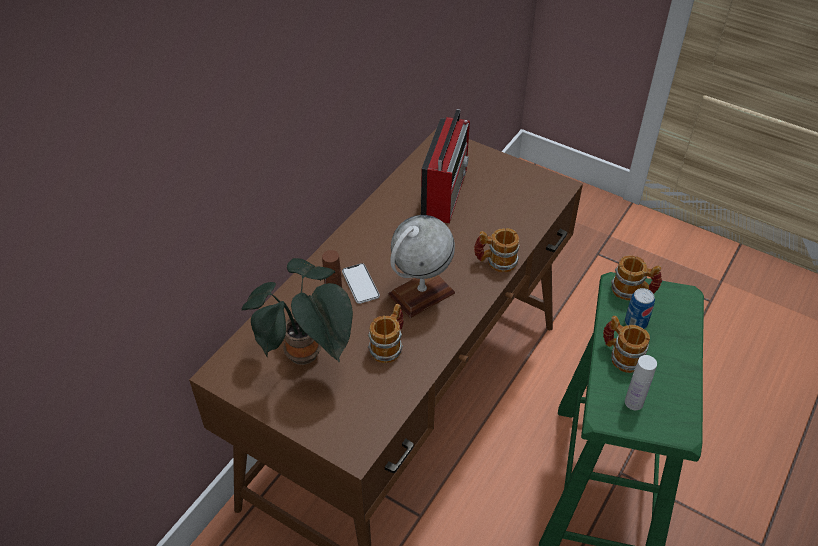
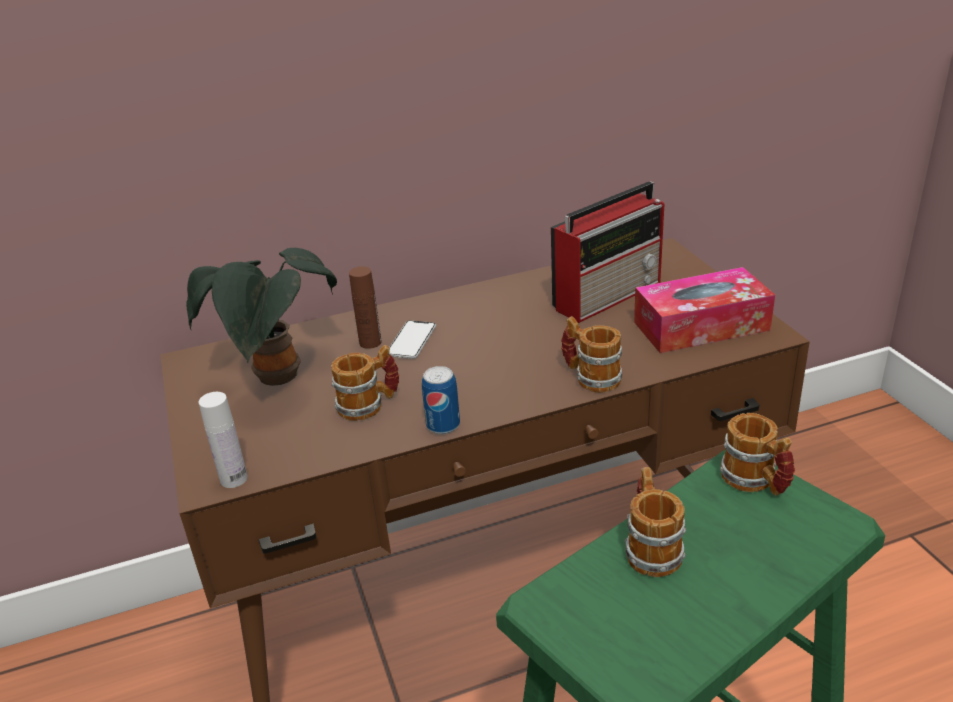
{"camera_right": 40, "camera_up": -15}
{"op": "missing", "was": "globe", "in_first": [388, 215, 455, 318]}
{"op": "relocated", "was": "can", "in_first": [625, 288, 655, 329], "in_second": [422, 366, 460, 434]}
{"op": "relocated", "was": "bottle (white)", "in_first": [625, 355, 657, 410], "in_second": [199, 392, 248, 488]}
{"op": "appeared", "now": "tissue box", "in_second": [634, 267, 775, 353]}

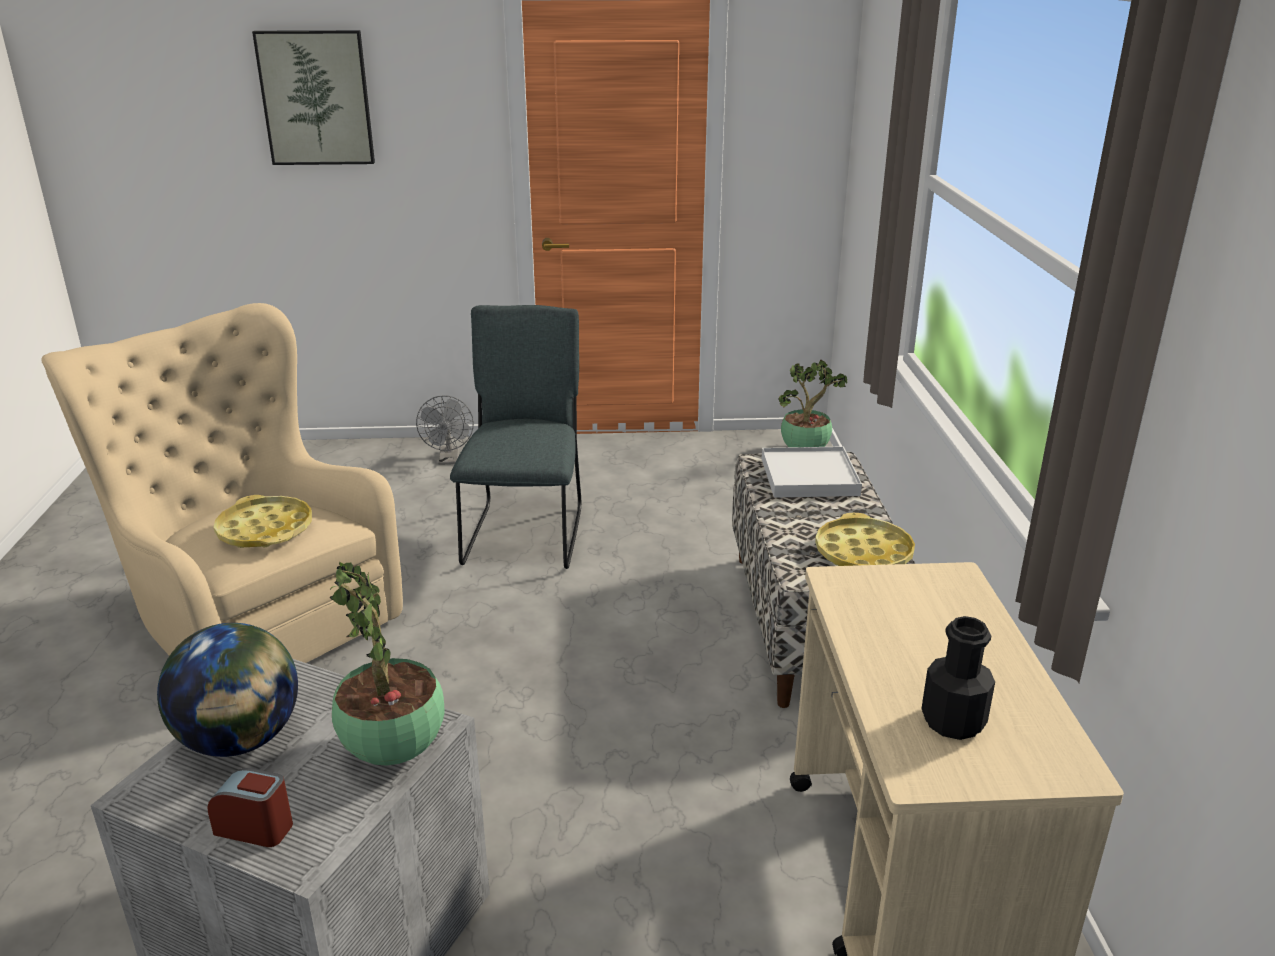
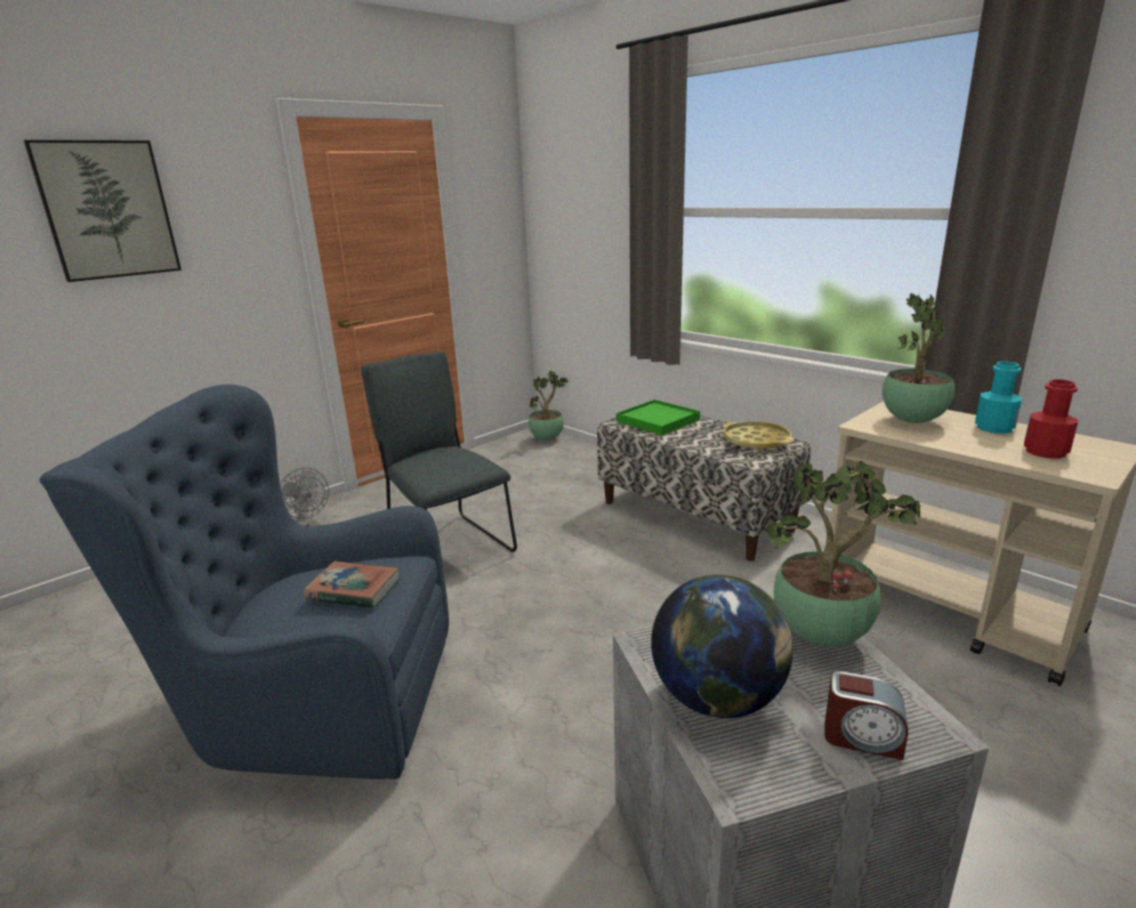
{"camera_right": -40, "camera_up": -5}
{"op": "colour", "was": "armchair (beige)", "now": "armchair (blue)", "in_first": [41, 303, 403, 663], "in_second": [39, 384, 449, 779]}
{"op": "spun", "was": "alarm clock", "in_first": [207, 768, 293, 847], "in_second": [825, 671, 908, 760], "clockwise": -135}
{"op": "exchanged", "was": "tray (yellow)", "now": "book", "in_first": [214, 495, 312, 548], "in_second": [304, 561, 400, 608]}
{"op": "colour", "was": "tray (white)", "now": "tray (green)", "in_first": [762, 447, 862, 498], "in_second": [616, 400, 700, 435]}
{"op": "colour", "was": "bottle (black)", "now": "bottle (red)", "in_first": [921, 616, 995, 740], "in_second": [1024, 379, 1078, 459]}
{"op": "appeared", "now": "potted plant", "in_second": [882, 293, 955, 423]}
{"op": "appeared", "now": "bottle (turquoise)", "in_second": [975, 361, 1022, 434]}

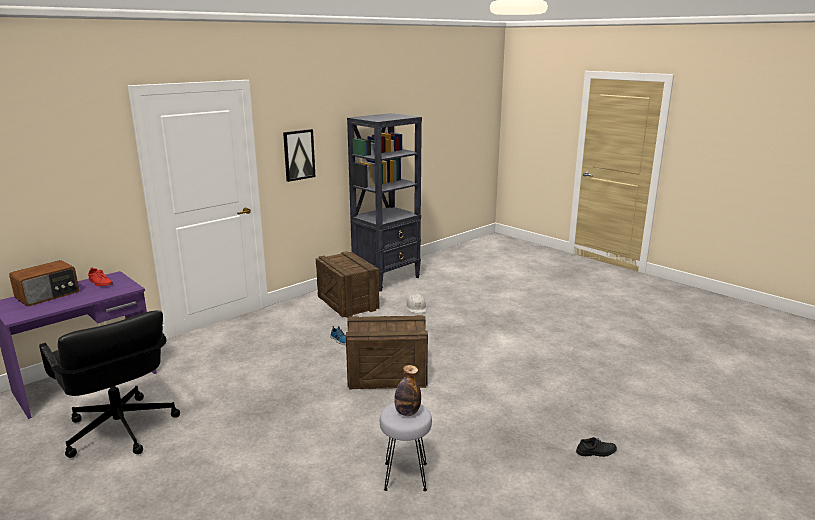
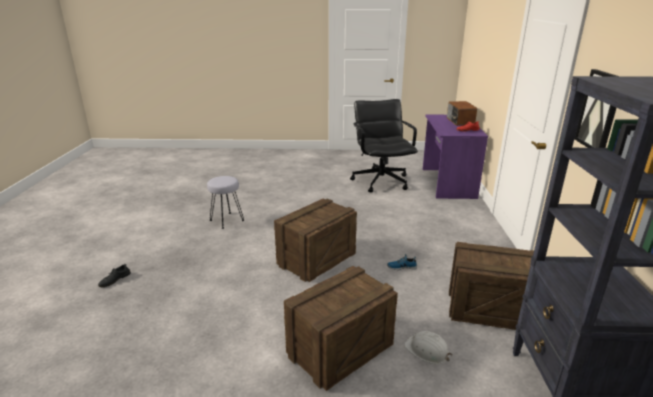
{"camera_right": 135, "camera_up": 5}
{"op": "spun", "was": "office chair (black)", "in_first": [39, 310, 180, 458], "in_second": [350, 99, 418, 193], "clockwise": 75}
{"op": "missing", "was": "bottle", "in_first": [394, 365, 421, 416]}
{"op": "appeared", "now": "crate", "in_second": [284, 266, 398, 391]}

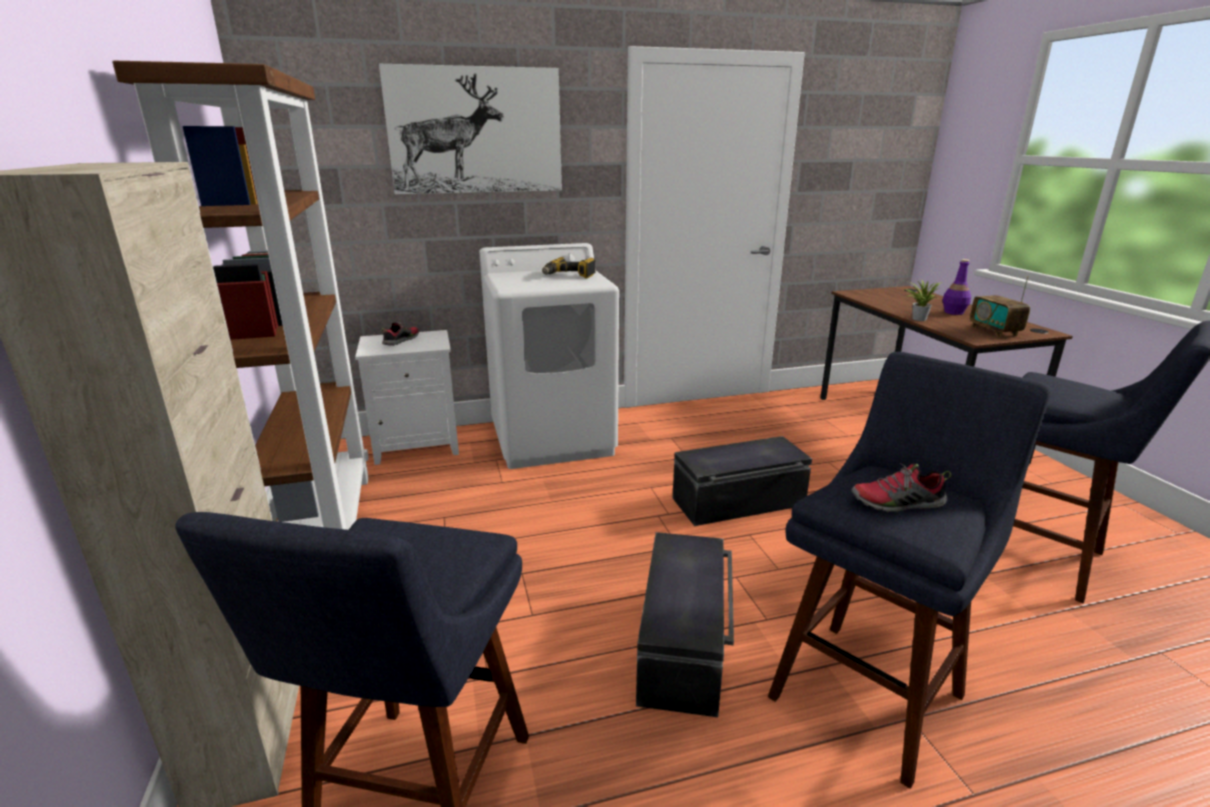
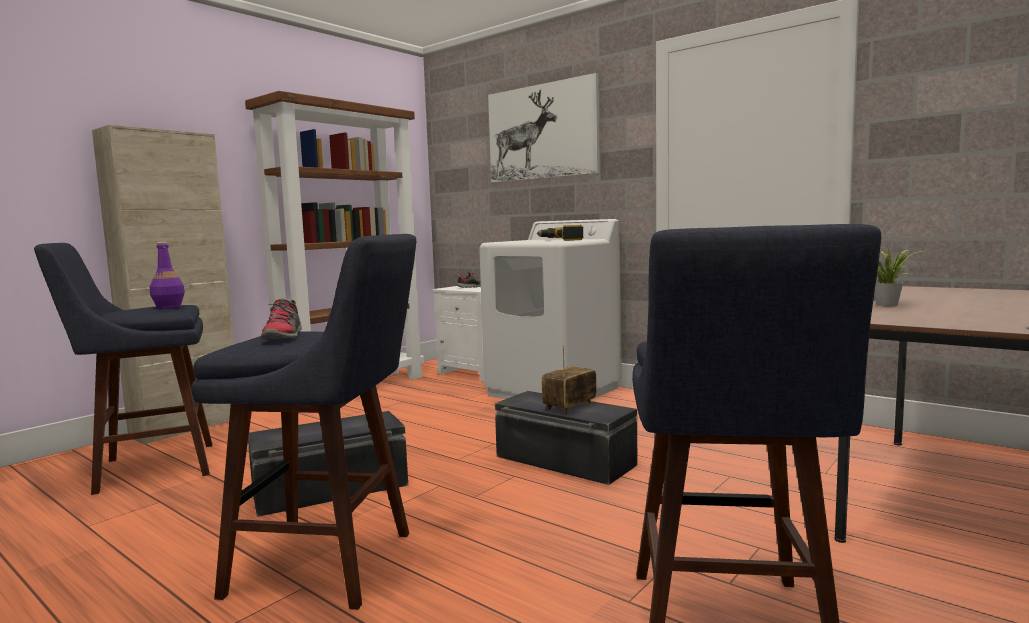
{"camera_right": 55, "camera_up": -15}
{"op": "spun", "was": "shoe", "in_first": [851, 463, 951, 512], "in_second": [261, 298, 302, 339], "clockwise": -150}
{"op": "relocated", "was": "bottle (purple)", "in_first": [942, 259, 971, 315], "in_second": [150, 242, 185, 309]}
{"op": "relocated", "was": "radio", "in_first": [970, 276, 1030, 338], "in_second": [542, 345, 597, 414]}

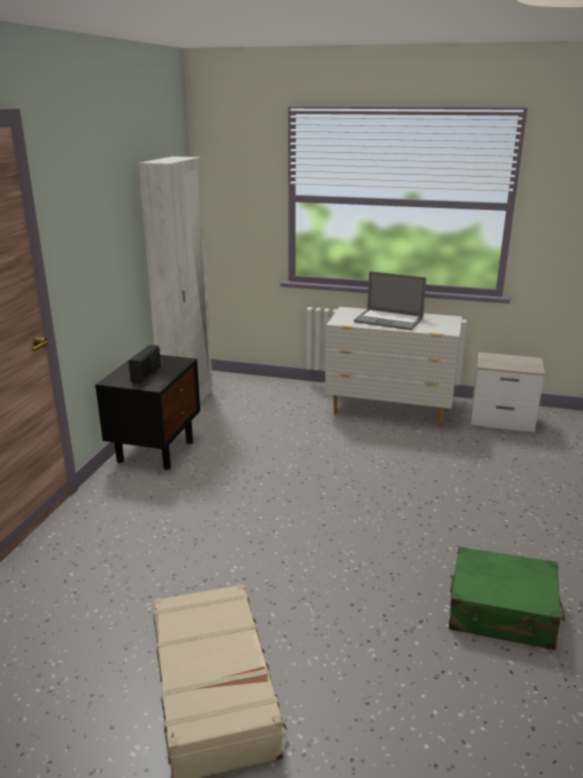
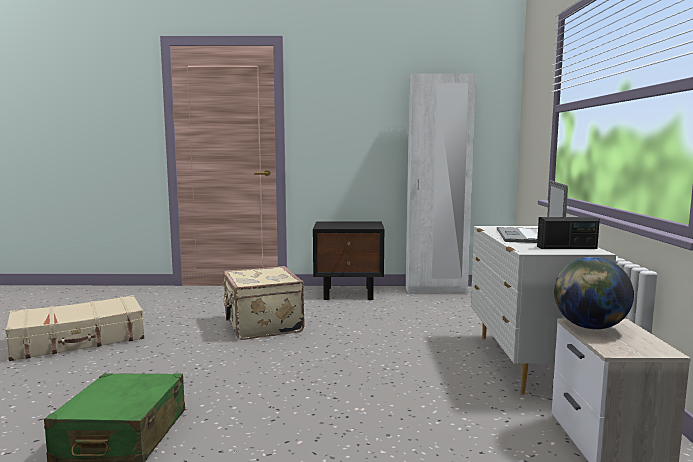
{"camera_right": 75, "camera_up": -15}
{"op": "relocated", "was": "radio", "in_first": [129, 345, 161, 384], "in_second": [537, 217, 600, 249]}
{"op": "appeared", "now": "suitcase (beige)", "in_second": [222, 266, 305, 340]}
{"op": "appeared", "now": "globe", "in_second": [554, 257, 634, 330]}

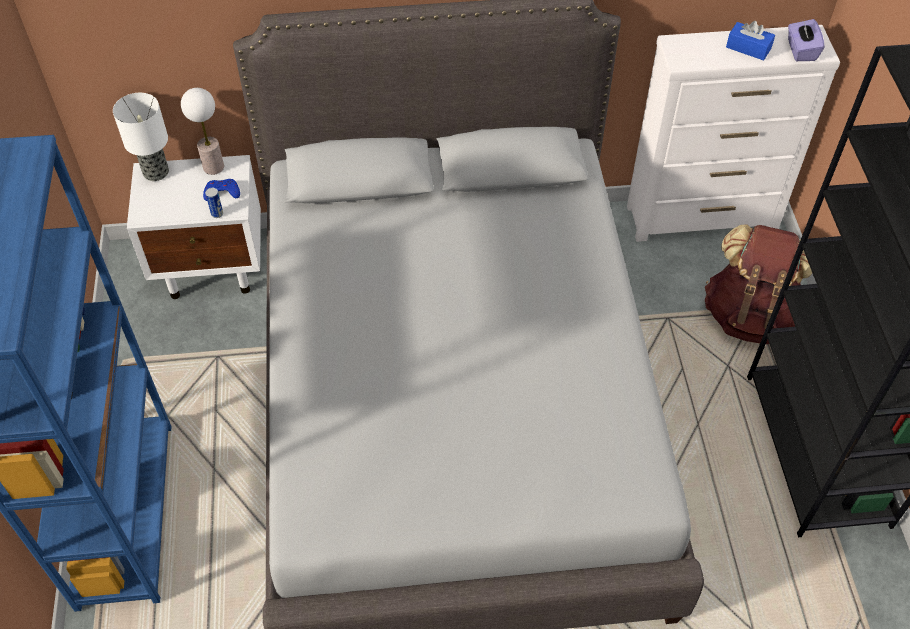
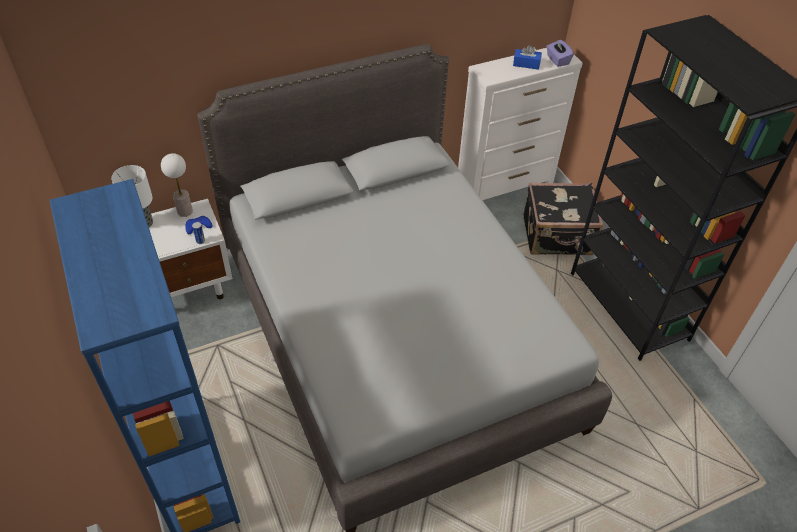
{"camera_right": -20, "camera_up": -5}
{"op": "exchanged", "was": "backpack (brown)", "now": "suitcase (black)", "in_first": [705, 224, 812, 344], "in_second": [523, 183, 603, 255]}

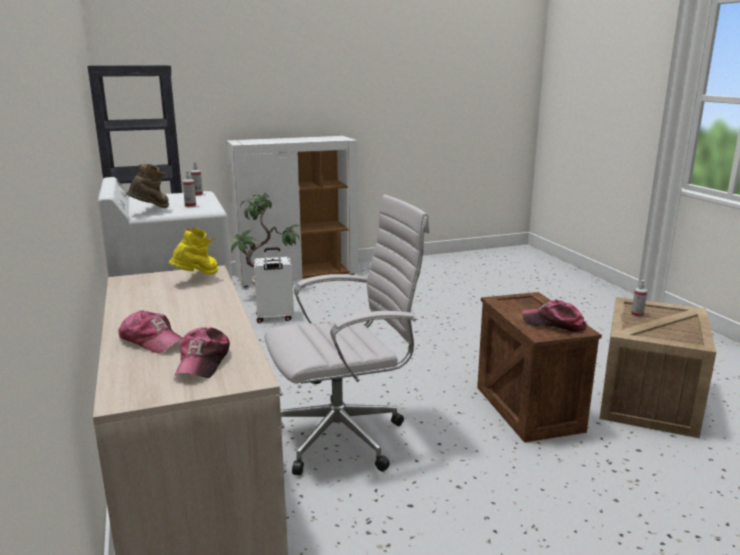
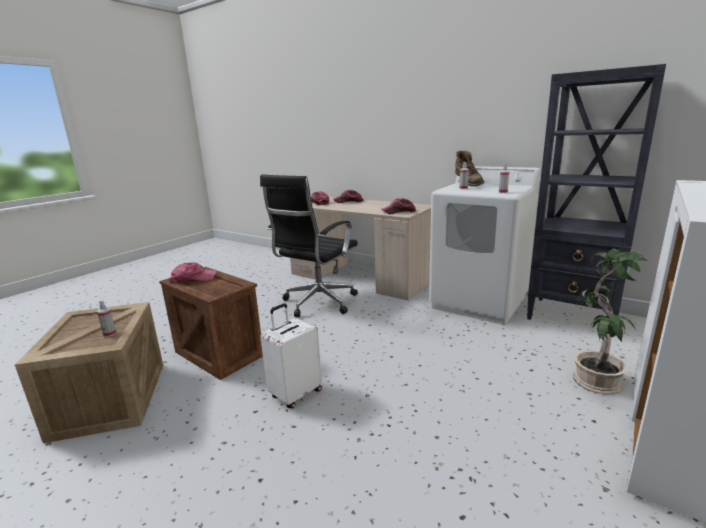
{"camera_right": 145, "camera_up": 0}
{"op": "exchanged", "was": "boot (yellow)", "now": "cap", "in_first": [169, 227, 218, 275], "in_second": [381, 198, 416, 214]}
{"op": "relocated", "was": "suitcase (white)", "in_first": [254, 247, 294, 323], "in_second": [260, 303, 322, 408]}
{"op": "colour", "was": "office chair (white)", "now": "office chair (black)", "in_first": [264, 195, 429, 475], "in_second": [260, 174, 358, 317]}

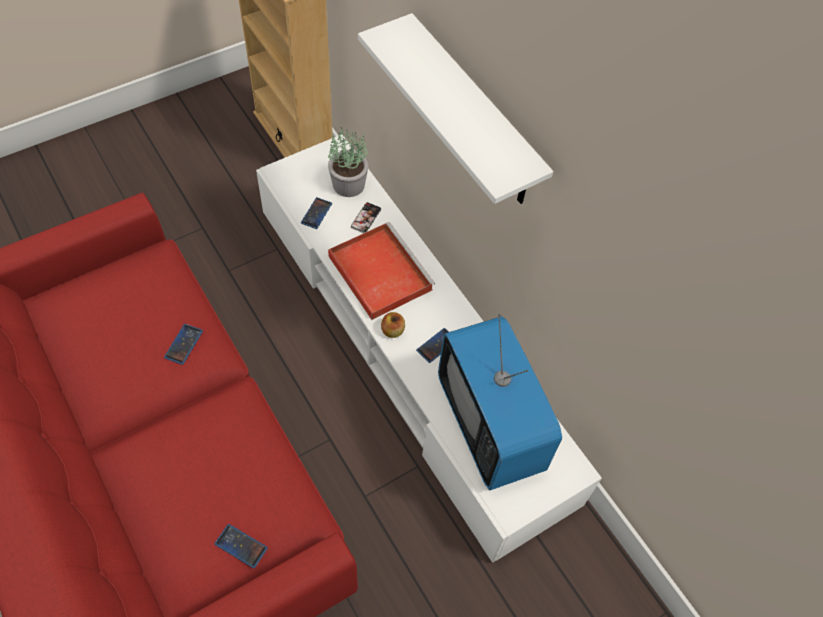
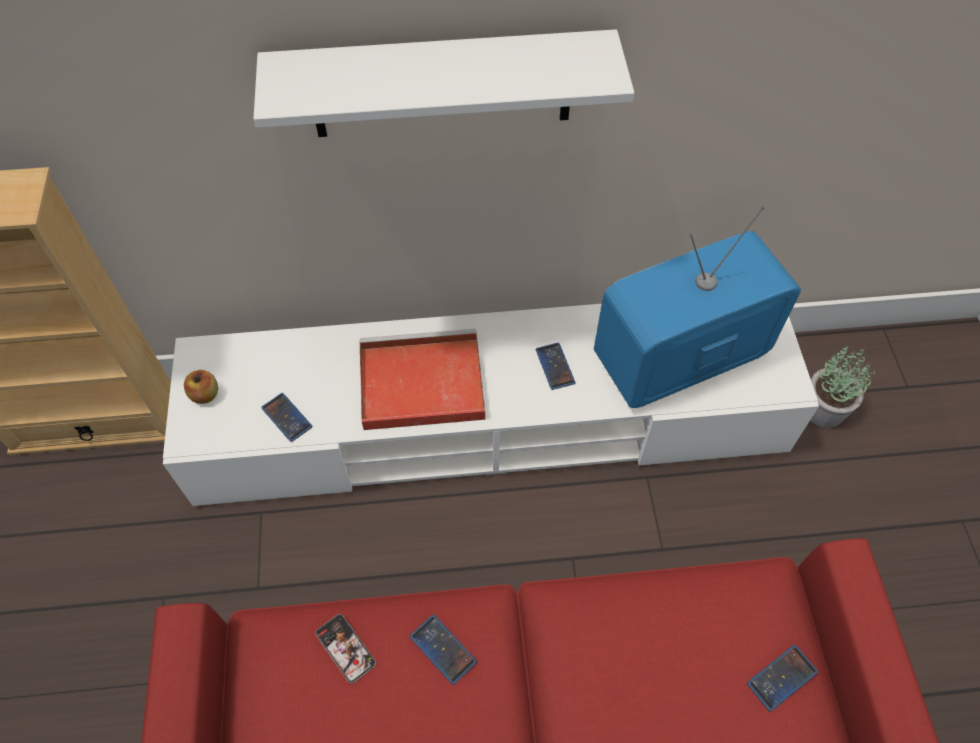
{"camera_right": -60, "camera_up": 0}
{"op": "relocated", "was": "potted plant", "in_first": [328, 128, 368, 197], "in_second": [810, 345, 875, 428]}
{"op": "relocated", "was": "phone", "in_first": [351, 202, 381, 233], "in_second": [315, 614, 376, 684]}
{"op": "relocated", "was": "apple", "in_first": [381, 312, 405, 338], "in_second": [184, 370, 218, 404]}
{"op": "spun", "was": "television", "in_first": [438, 314, 562, 490], "in_second": [594, 207, 801, 408], "clockwise": 150}

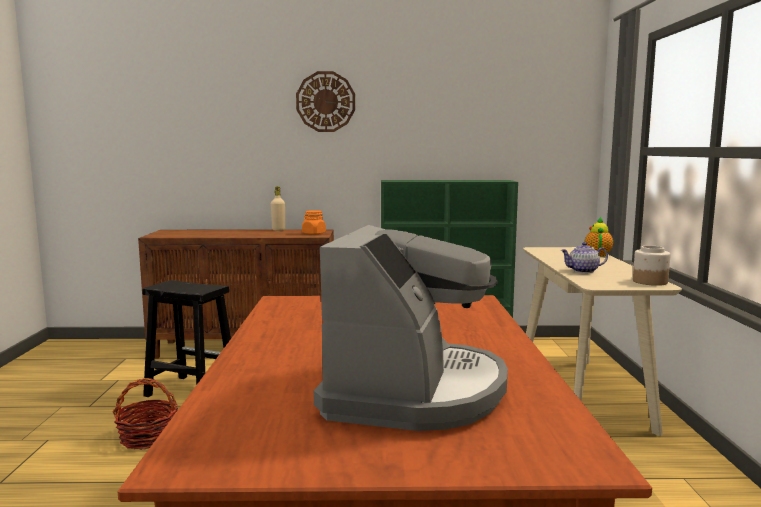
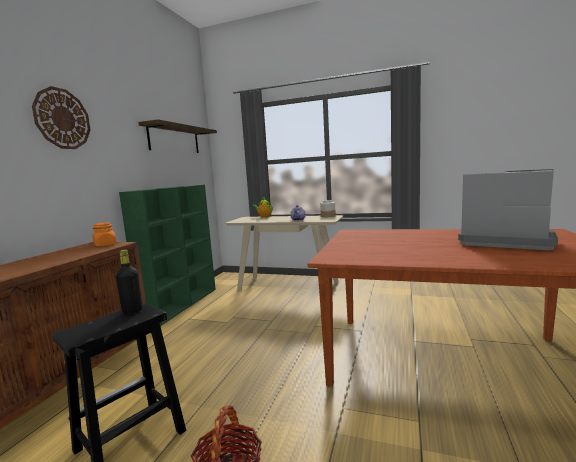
{"camera_right": -70, "camera_up": 0}
{"op": "missing", "was": "bottle (beige)", "in_first": [271, 186, 285, 231]}
{"op": "appeared", "now": "bottle (black)", "in_second": [116, 250, 142, 314]}
{"op": "appeared", "now": "shelf", "in_second": [138, 119, 217, 153]}

